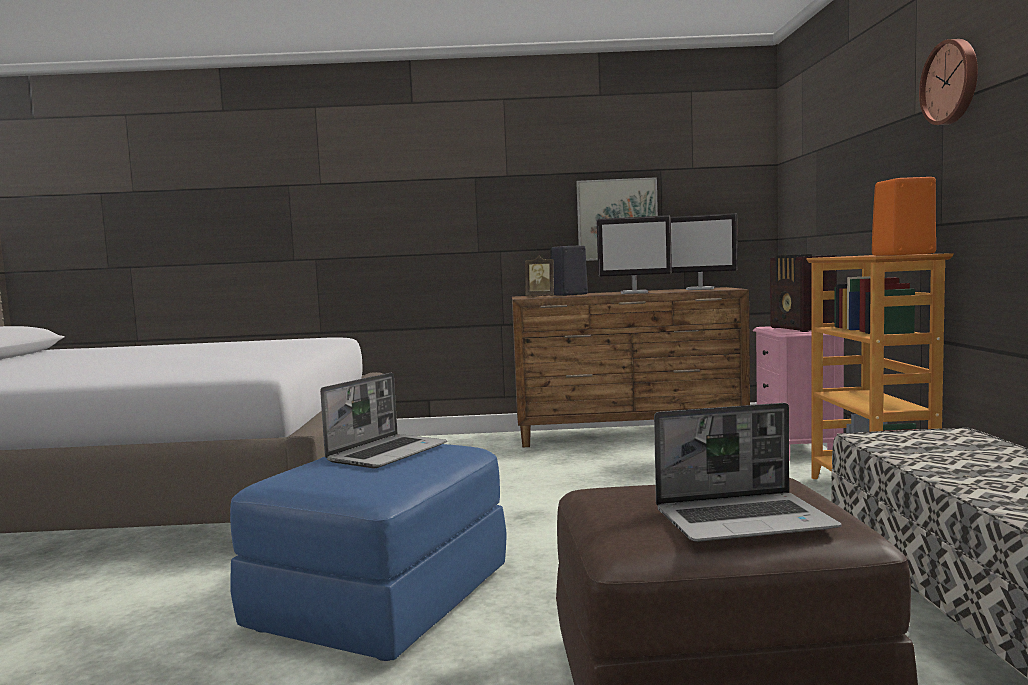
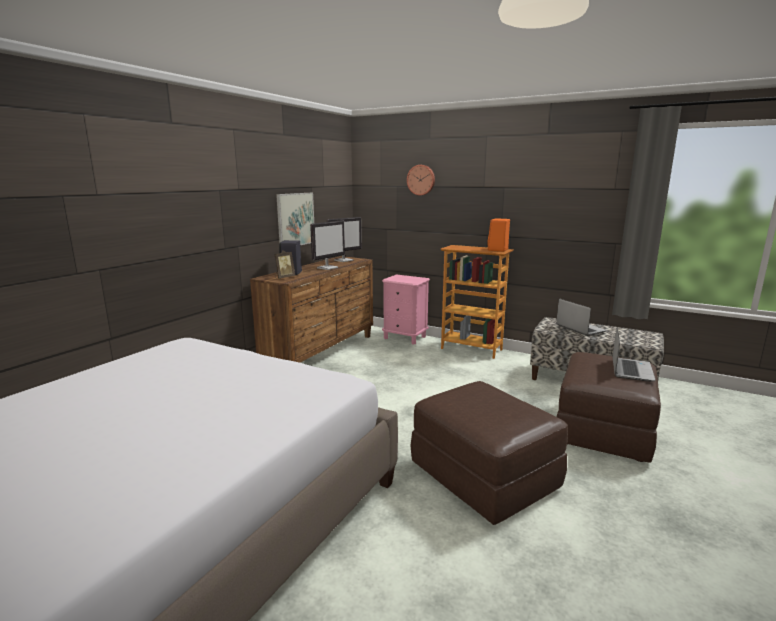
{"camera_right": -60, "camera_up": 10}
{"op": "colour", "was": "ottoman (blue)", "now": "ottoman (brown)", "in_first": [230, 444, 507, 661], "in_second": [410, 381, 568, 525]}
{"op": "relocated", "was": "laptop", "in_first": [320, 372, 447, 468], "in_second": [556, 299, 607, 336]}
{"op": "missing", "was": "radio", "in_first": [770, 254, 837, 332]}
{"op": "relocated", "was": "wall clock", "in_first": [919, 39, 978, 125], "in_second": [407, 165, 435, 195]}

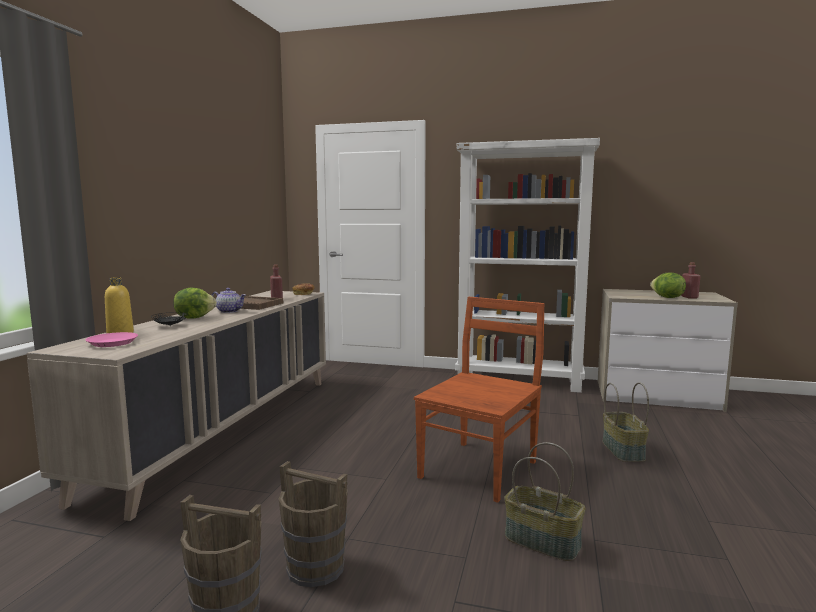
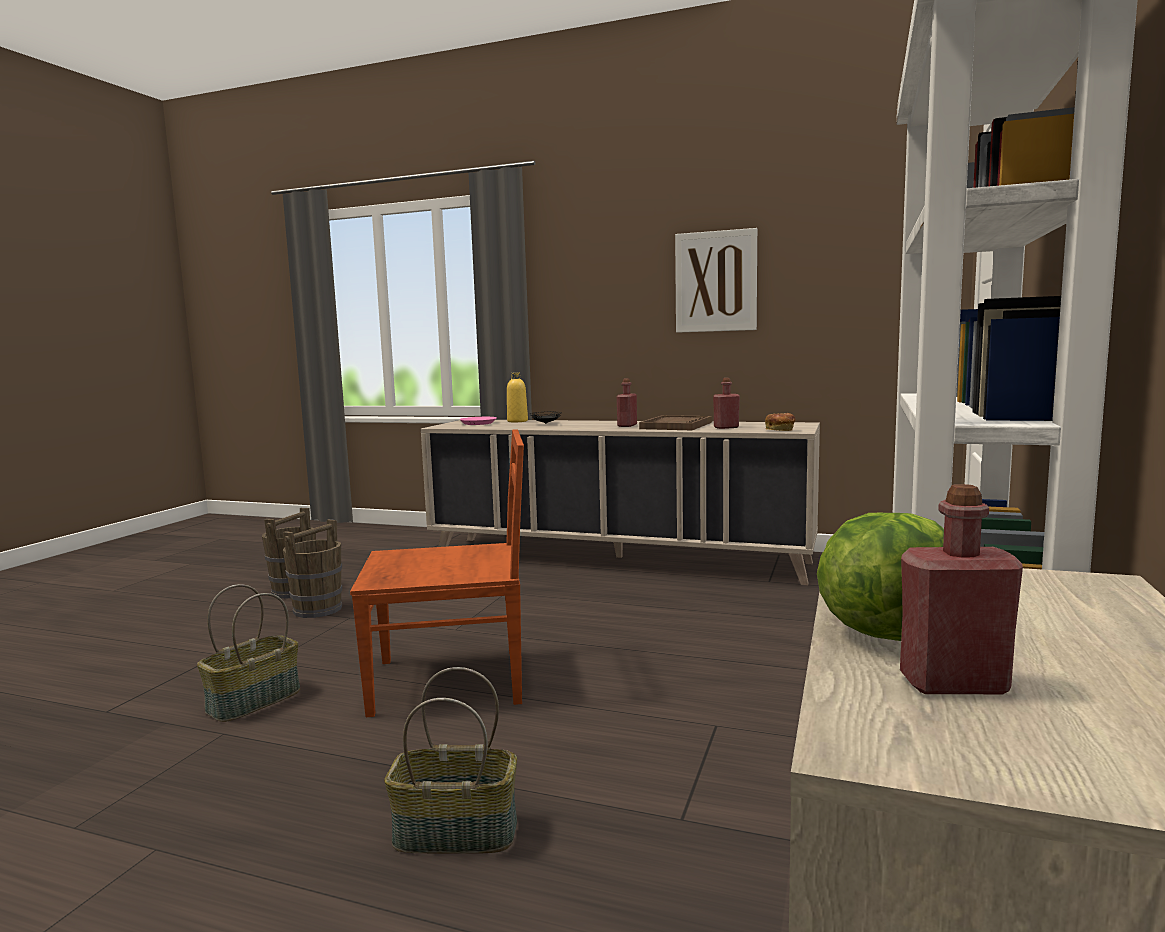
{"camera_right": 95, "camera_up": 0}
{"op": "missing", "was": "lettuce", "in_first": [173, 288, 217, 319]}
{"op": "exchanged", "was": "teapot", "now": "bottle (red)", "in_first": [211, 288, 246, 313], "in_second": [617, 378, 637, 427]}
{"op": "spun", "was": "chair (brown)", "in_first": [414, 297, 545, 503], "in_second": [350, 429, 524, 717], "clockwise": -45}
{"op": "appeared", "now": "picture", "in_second": [675, 228, 757, 333]}

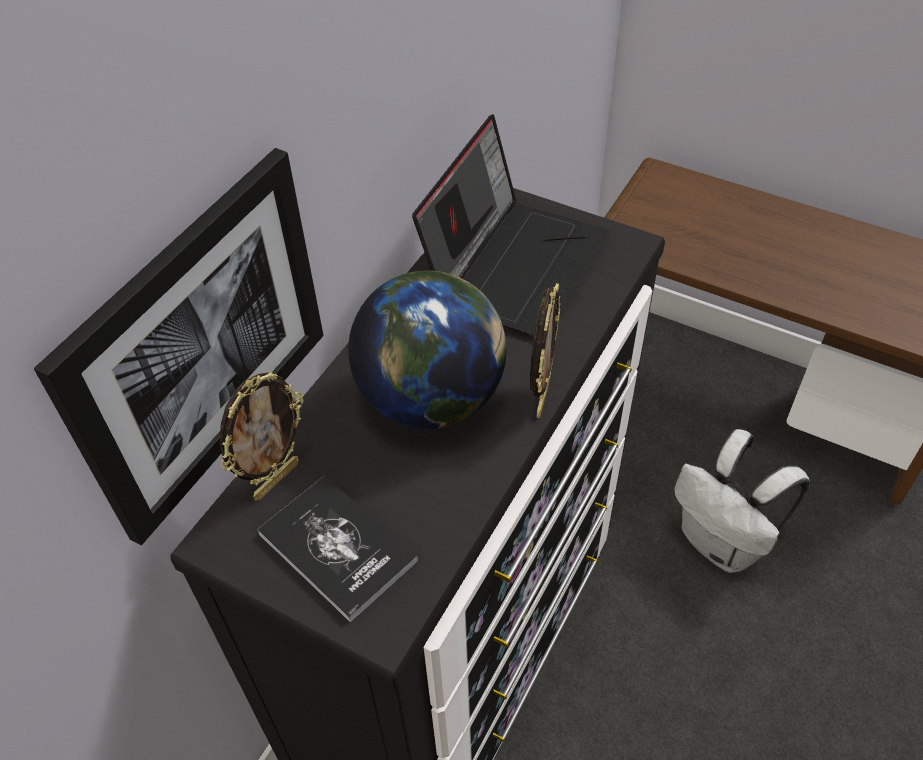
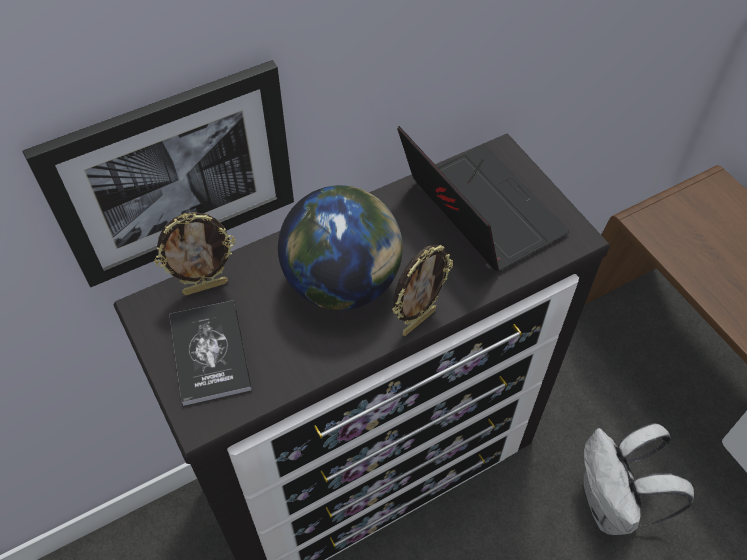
{"camera_right": 30, "camera_up": 5}
{"op": "spun", "was": "laptop", "in_first": [412, 114, 609, 337], "in_second": [397, 126, 569, 271], "clockwise": -90}

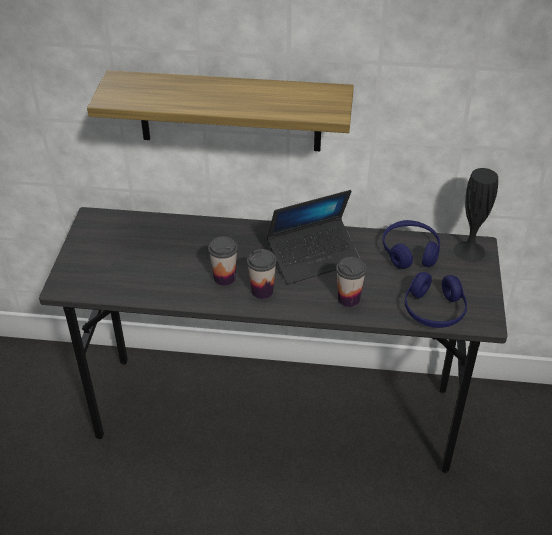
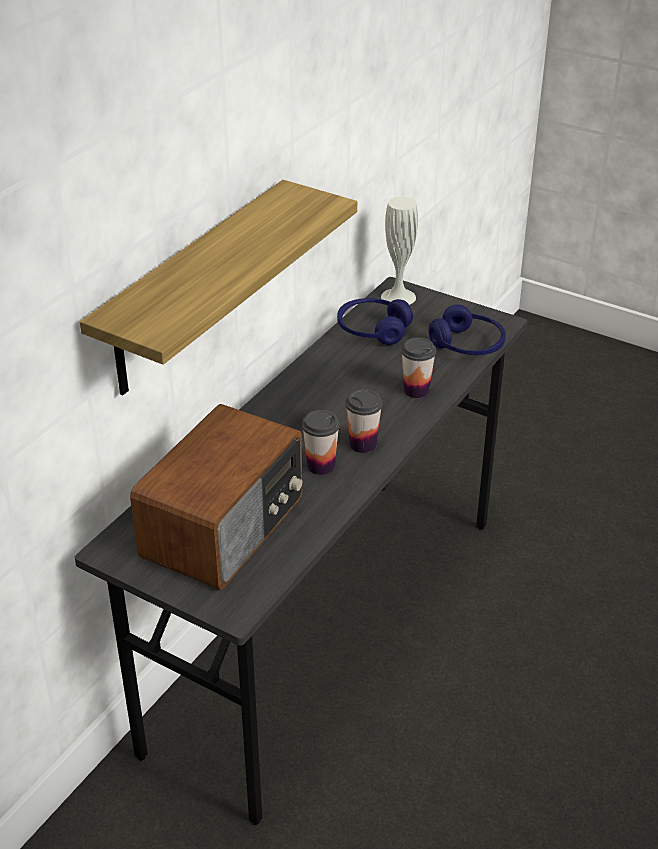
{"camera_right": -65, "camera_up": -5}
{"op": "missing", "was": "laptop", "in_first": [267, 190, 361, 284]}
{"op": "colour", "was": "vase (black)", "now": "vase (white)", "in_first": [454, 168, 498, 262], "in_second": [381, 197, 418, 305]}
{"op": "appeared", "now": "radio", "in_second": [130, 404, 303, 590]}

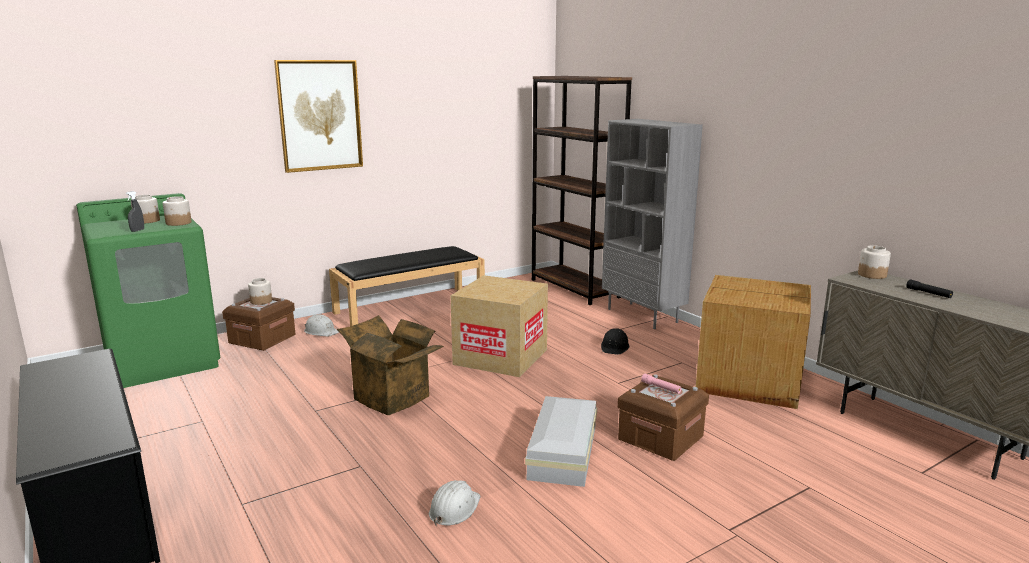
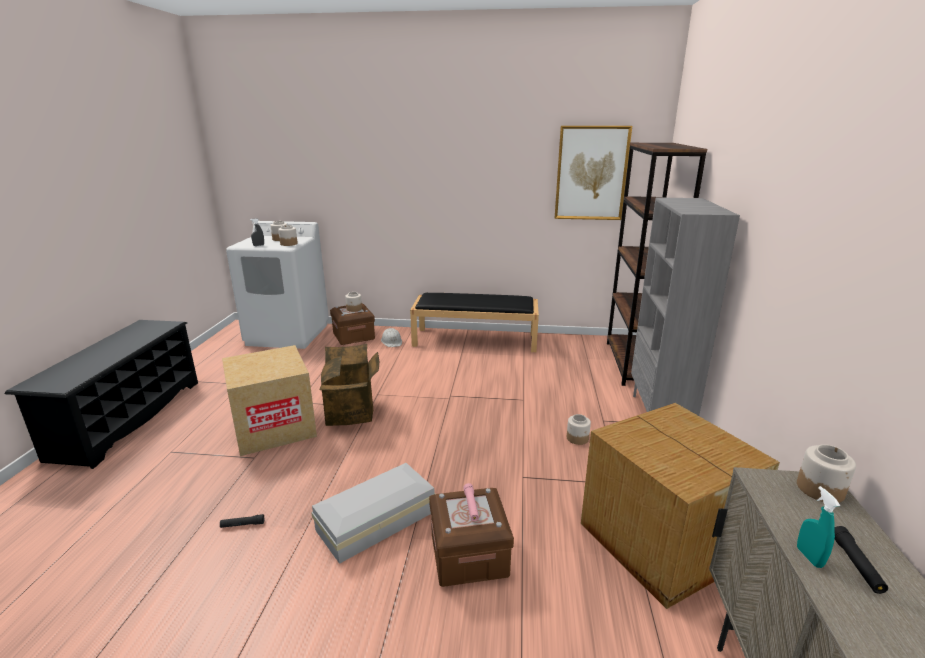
{"camera_right": 40, "camera_up": 5}
{"op": "colour", "was": "washing machine (green)", "now": "washing machine (white)", "in_first": [76, 193, 220, 388], "in_second": [226, 221, 329, 349]}
{"op": "relocated", "was": "picture", "in_first": [274, 60, 363, 173], "in_second": [555, 126, 632, 220]}
{"op": "exchanged", "was": "hard hat (white)", "now": "flashlight (black)", "in_first": [429, 480, 480, 526], "in_second": [220, 514, 264, 528]}
{"op": "relocated", "was": "cardboard box", "in_first": [451, 275, 548, 377], "in_second": [222, 345, 317, 456]}
{"op": "exchanged", "was": "hard hat (black)", "now": "jar", "in_first": [601, 328, 629, 355], "in_second": [567, 414, 591, 445]}
{"op": "appeared", "now": "spray bottle (turquoise)", "in_second": [797, 486, 840, 568]}

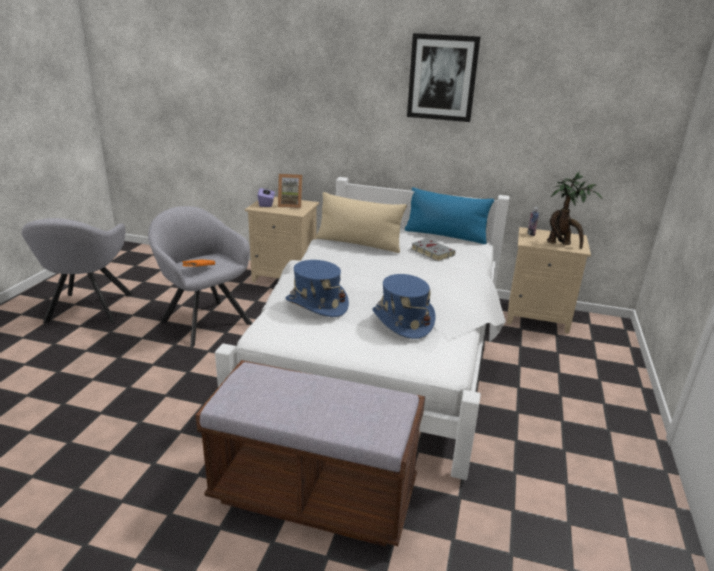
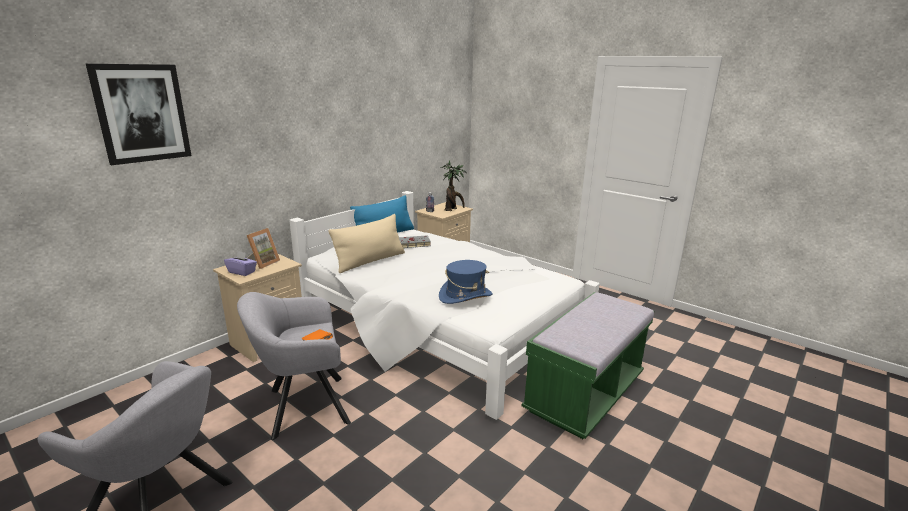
{"camera_right": -65, "camera_up": -5}
{"op": "colour", "was": "bench (brown)", "now": "bench (green)", "in_first": [196, 360, 425, 547], "in_second": [522, 292, 654, 439]}
{"op": "missing", "was": "hat (blue)", "in_first": [373, 274, 436, 339]}
{"op": "relocated", "was": "picture", "in_first": [407, 33, 480, 122], "in_second": [86, 64, 191, 165]}

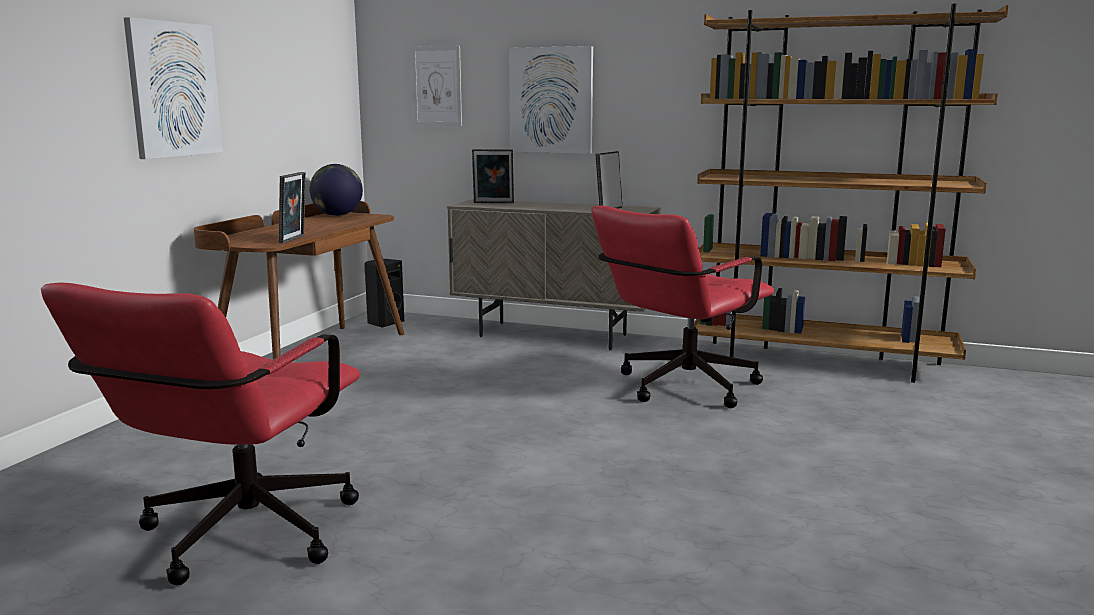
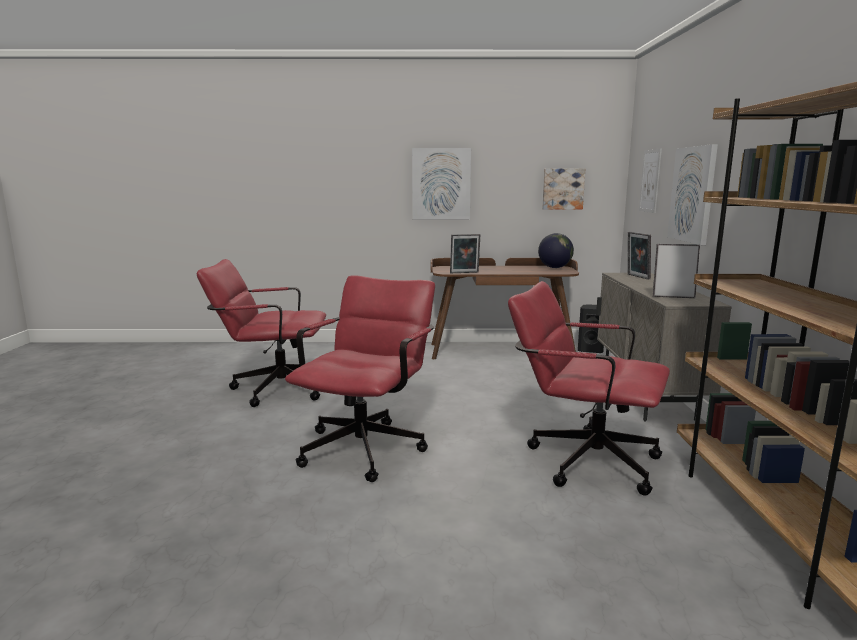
{"camera_right": 70, "camera_up": 0}
{"op": "appeared", "now": "office chair (red)", "in_second": [285, 275, 435, 482]}
{"op": "appeared", "now": "picture", "in_second": [542, 169, 585, 210]}

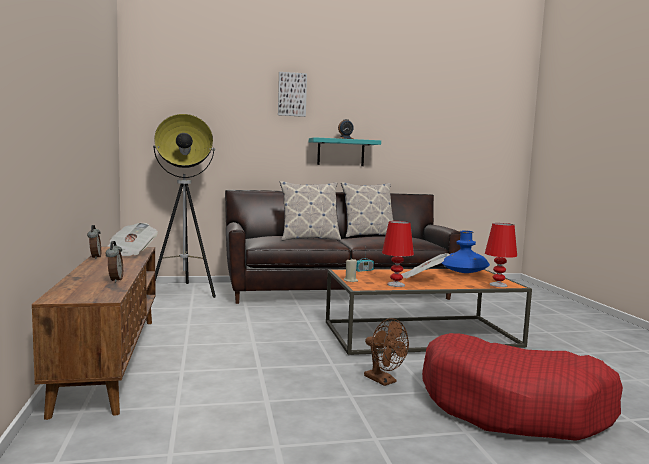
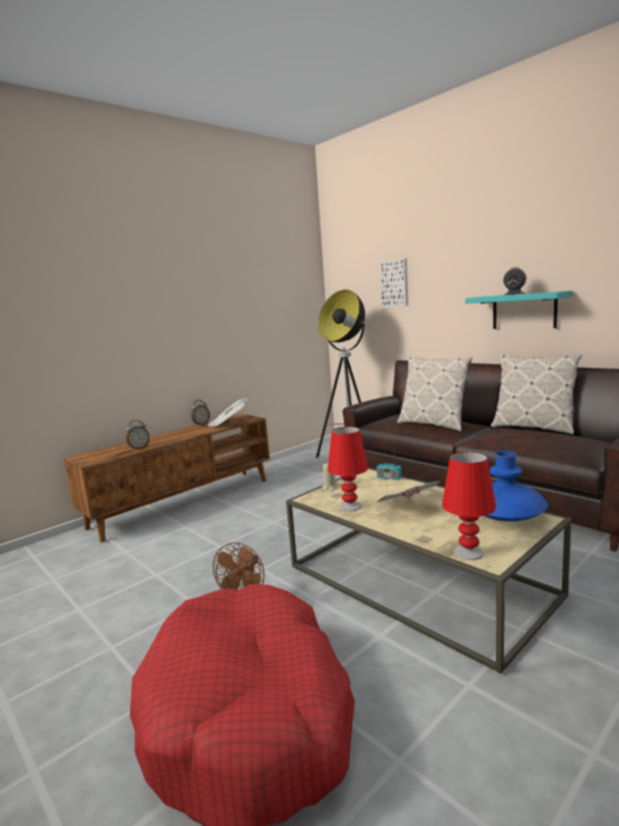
{"camera_right": 60, "camera_up": 5}
{"op": "relocated", "was": "picture", "in_first": [278, 72, 307, 117], "in_second": [380, 259, 408, 307]}
{"op": "colour", "was": "coffee table (orange)", "now": "coffee table (beige)", "in_first": [326, 268, 532, 356], "in_second": [286, 468, 571, 673]}

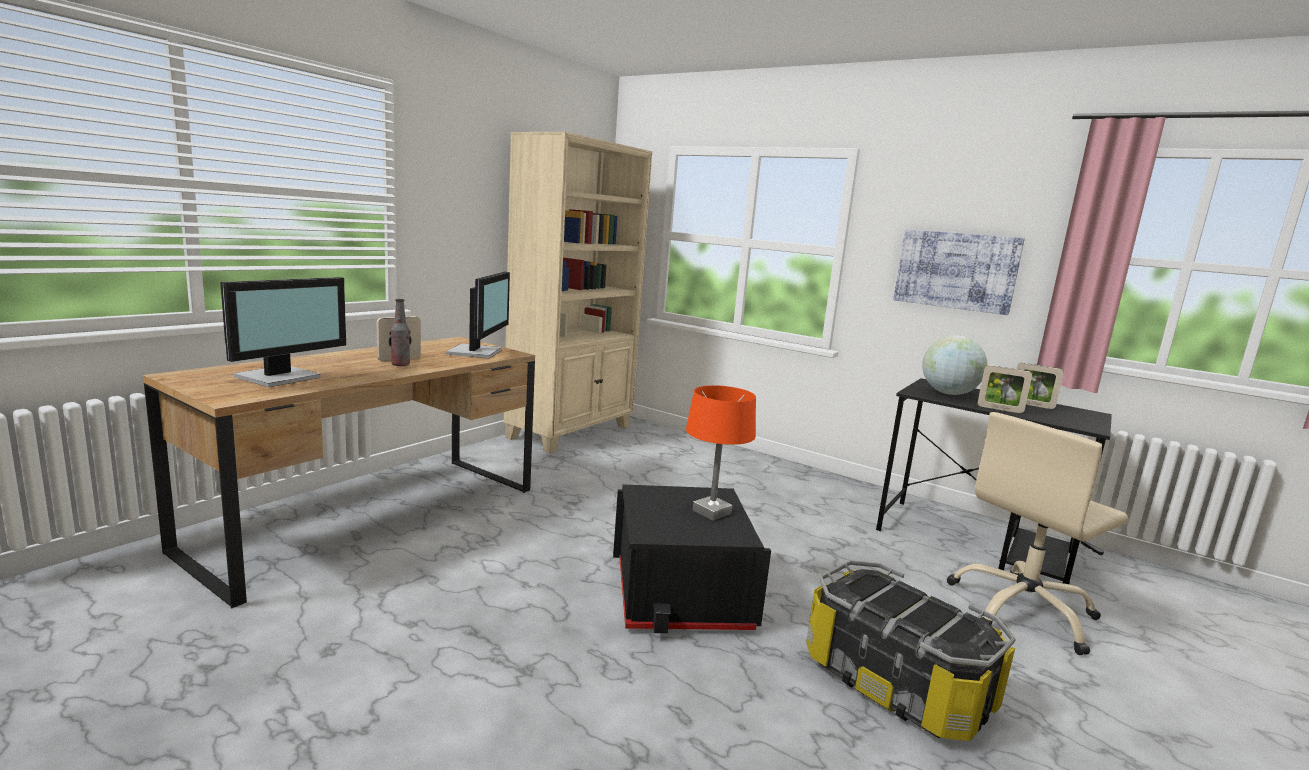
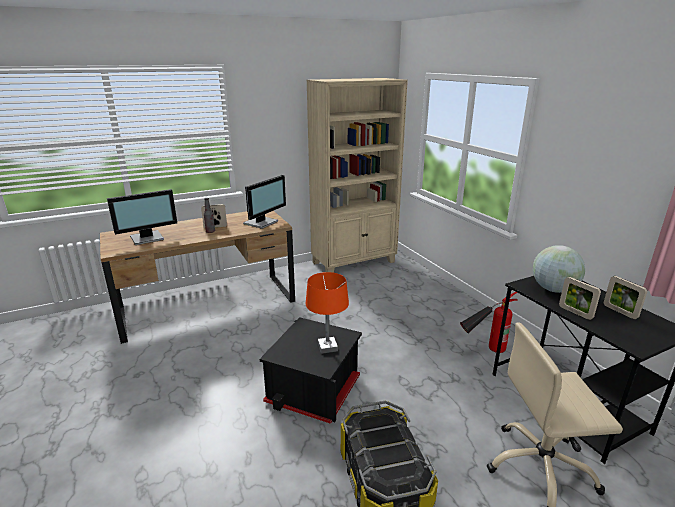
{"camera_right": 30, "camera_up": 10}
{"op": "missing", "was": "picture", "in_first": [893, 229, 1025, 315]}
{"op": "appeared", "now": "fire extinguisher", "in_second": [460, 292, 518, 353]}

